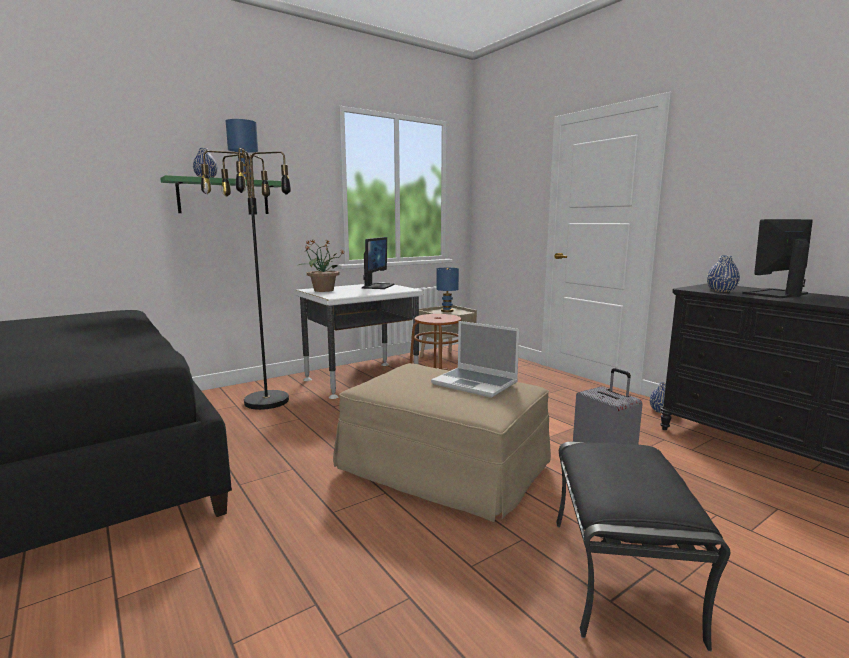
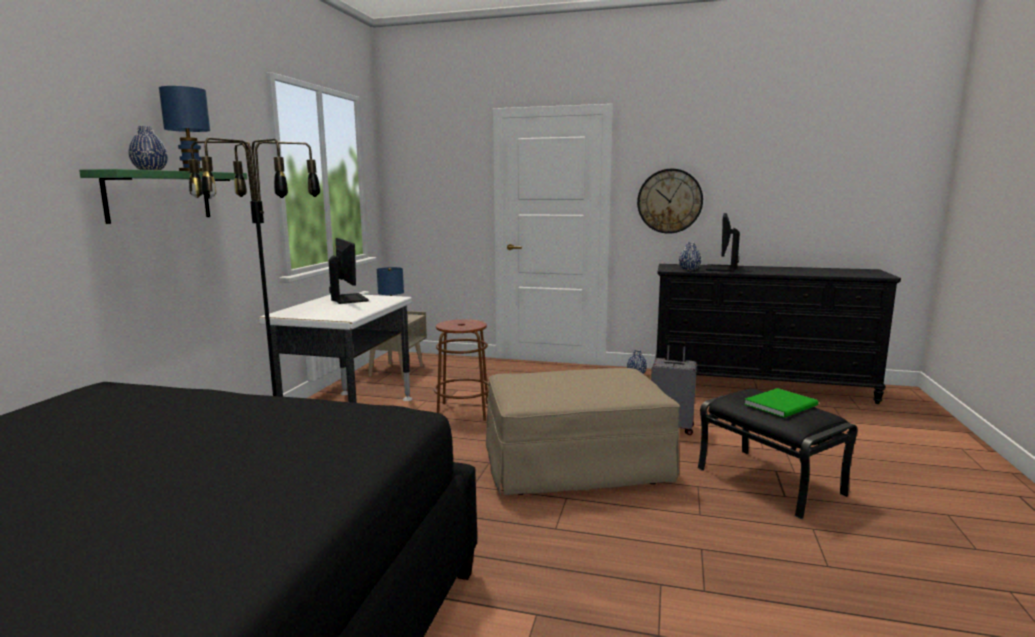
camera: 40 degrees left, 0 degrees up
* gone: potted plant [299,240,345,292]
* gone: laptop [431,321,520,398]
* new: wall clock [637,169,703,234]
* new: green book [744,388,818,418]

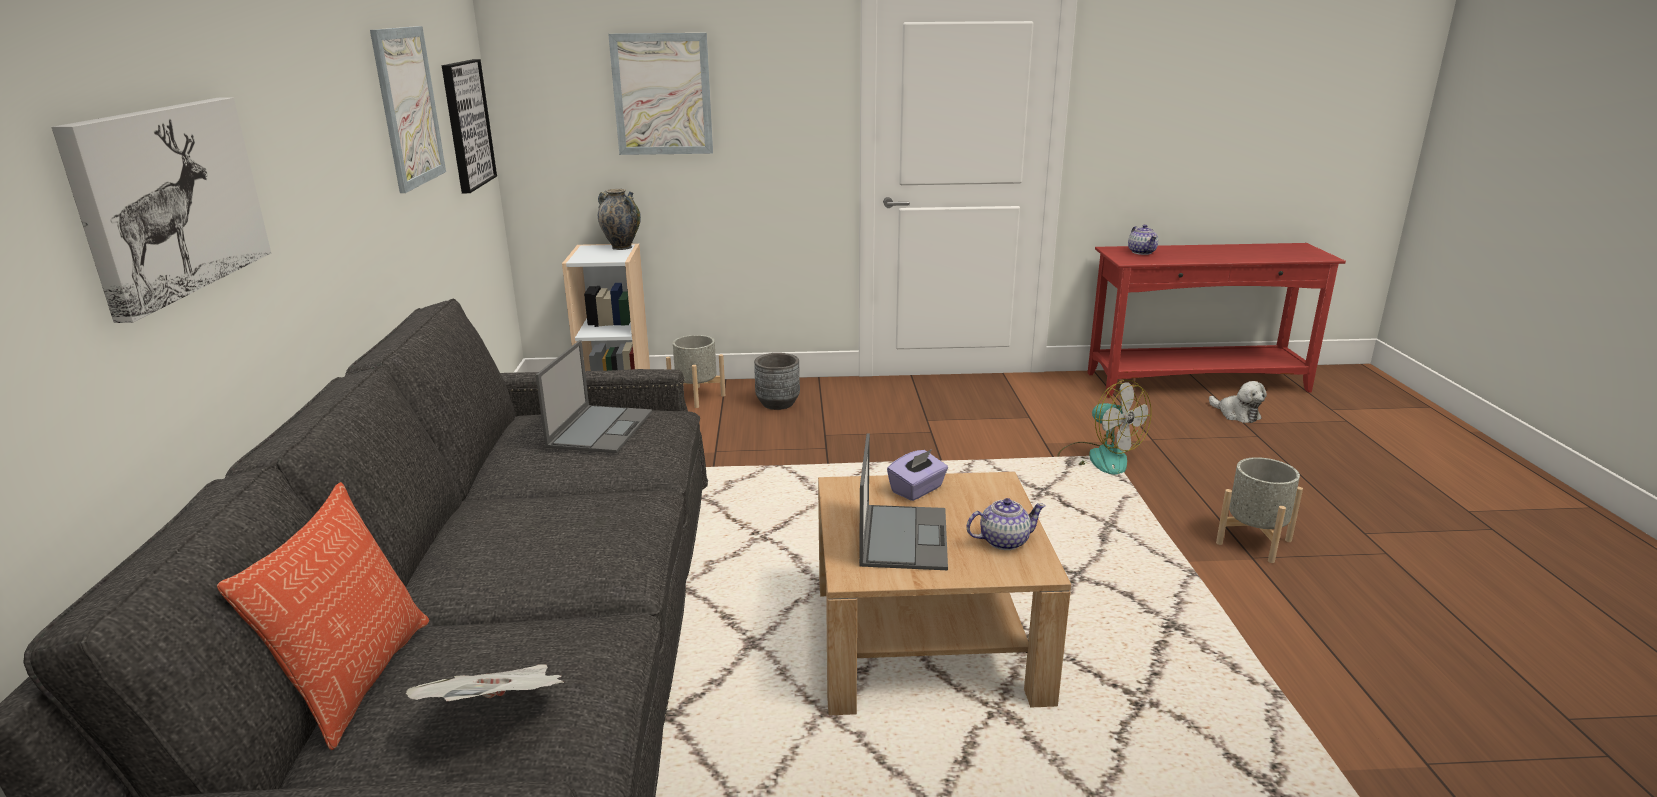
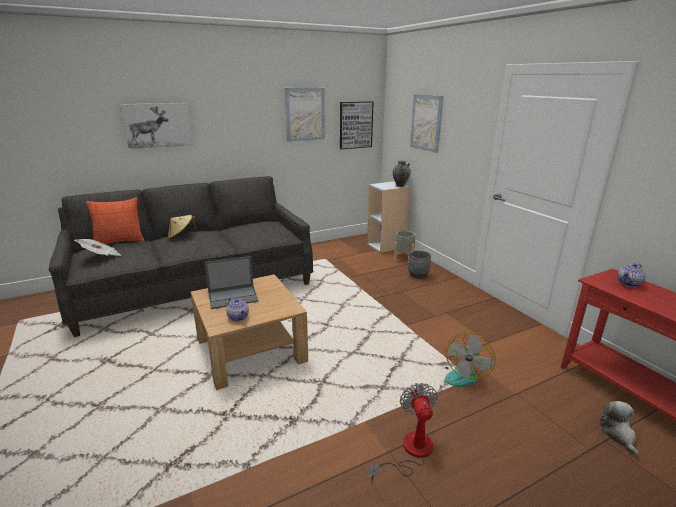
camera: 65 degrees right, 0 degrees up
* gone: laptop [536,340,652,453]
* gone: purple tissue box [887,449,948,501]
* rotated: plush toy [1209,381,1267,423] = [600,401,639,456] 150 degrees clockwise
* swapped: grey planter [1216,457,1303,563] to fan [370,383,438,481]
* new: beige hat [168,215,197,239]

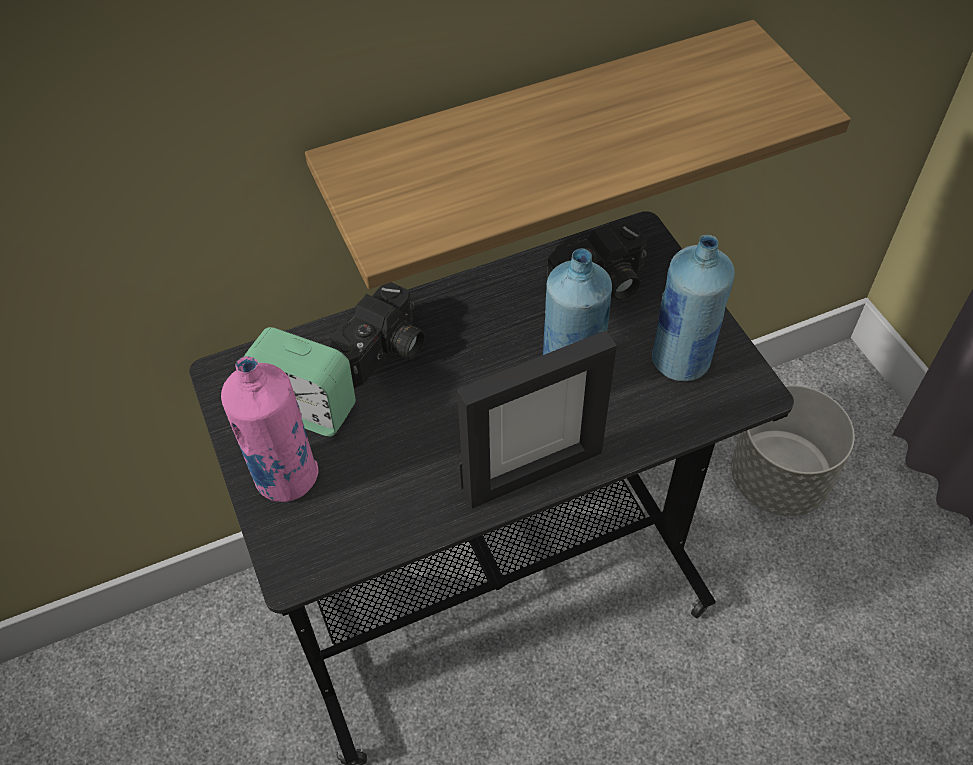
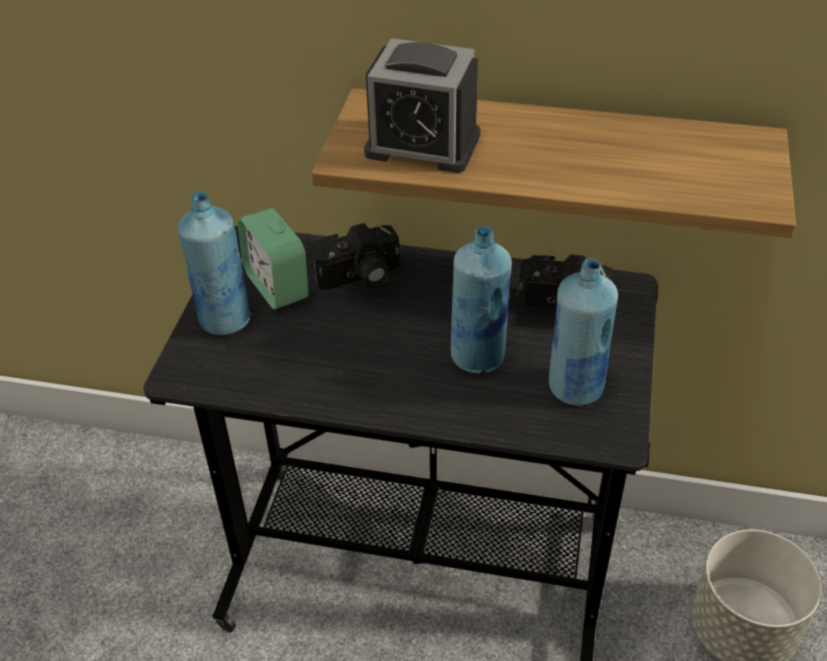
camera: 35 degrees right, 10 degrees down
* repainted: pink bottle [221,356,318,502] to blue bottle [178,191,251,335]
* gone: picture frame [457,331,617,509]
* new: alarm clock [364,38,480,173]

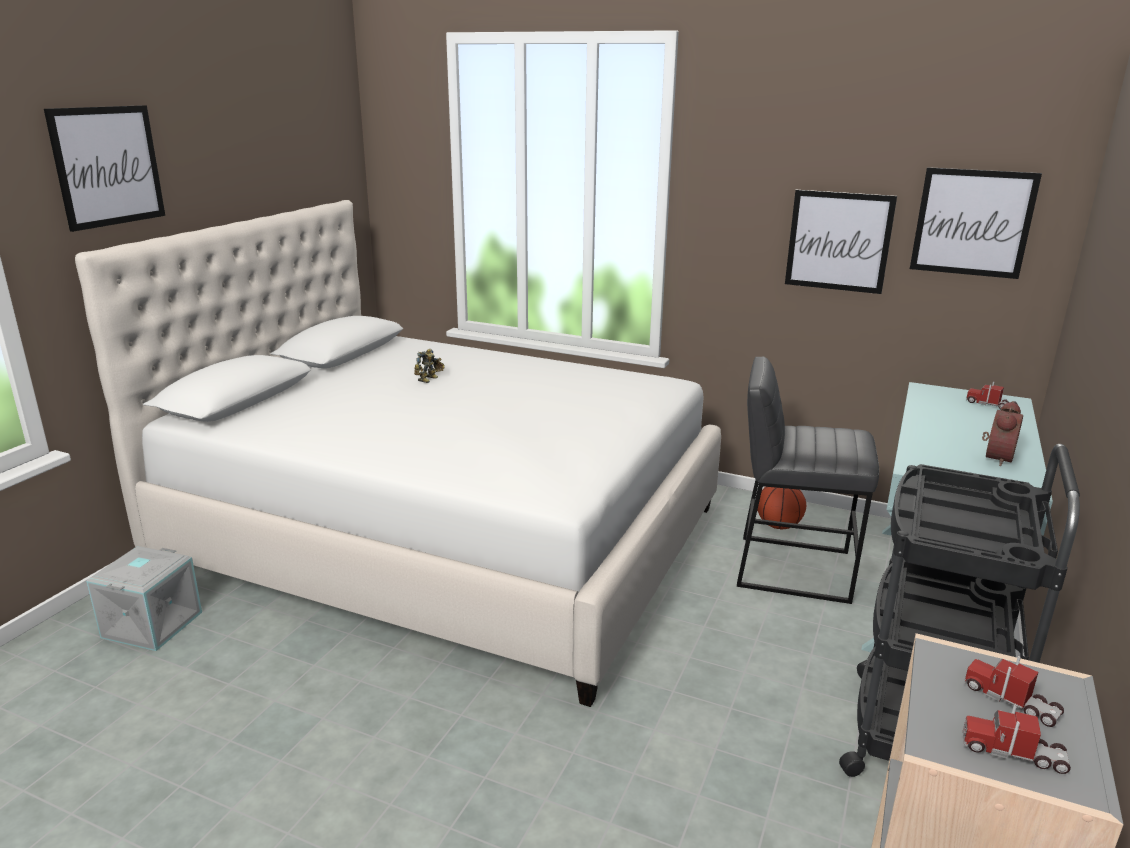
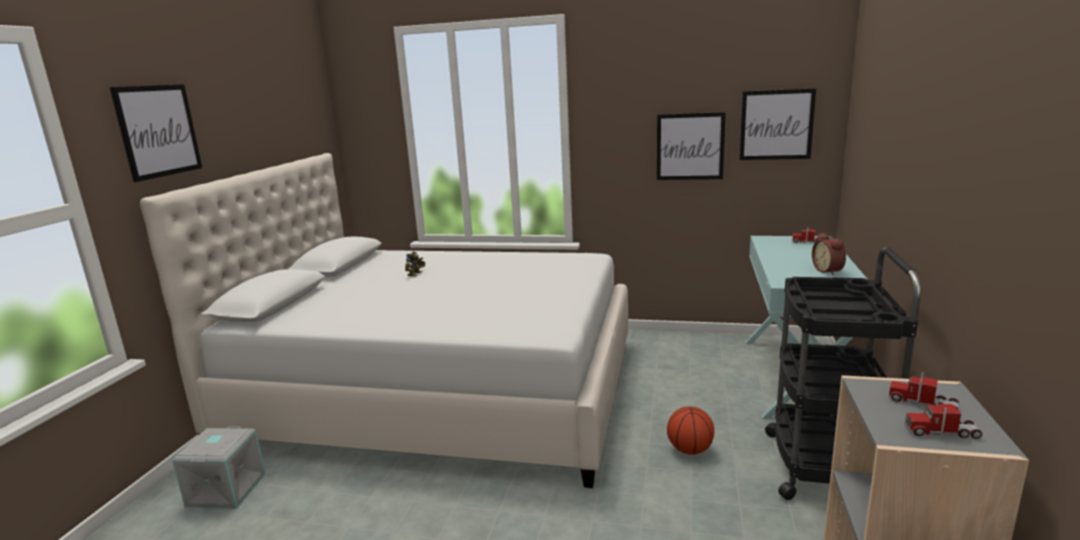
camera: 10 degrees left, 5 degrees down
* gone: grey stool [737,357,879,604]
* shifted: basketball [757,487,806,529] to [667,406,714,455]
* rotated: alarm clock [982,401,1023,466] = [812,233,846,275] 150 degrees clockwise

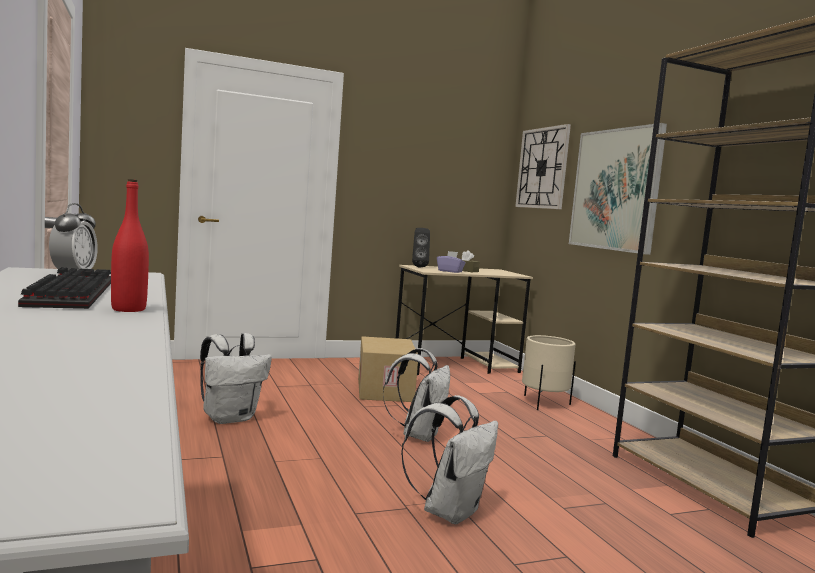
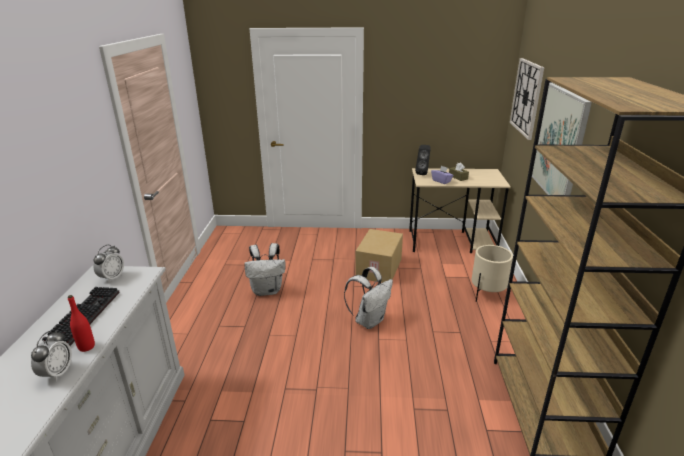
camera: 25 degrees right, 20 degrees up
* gone: white backpack [401,395,498,524]
* new: alarm clock [31,331,72,381]

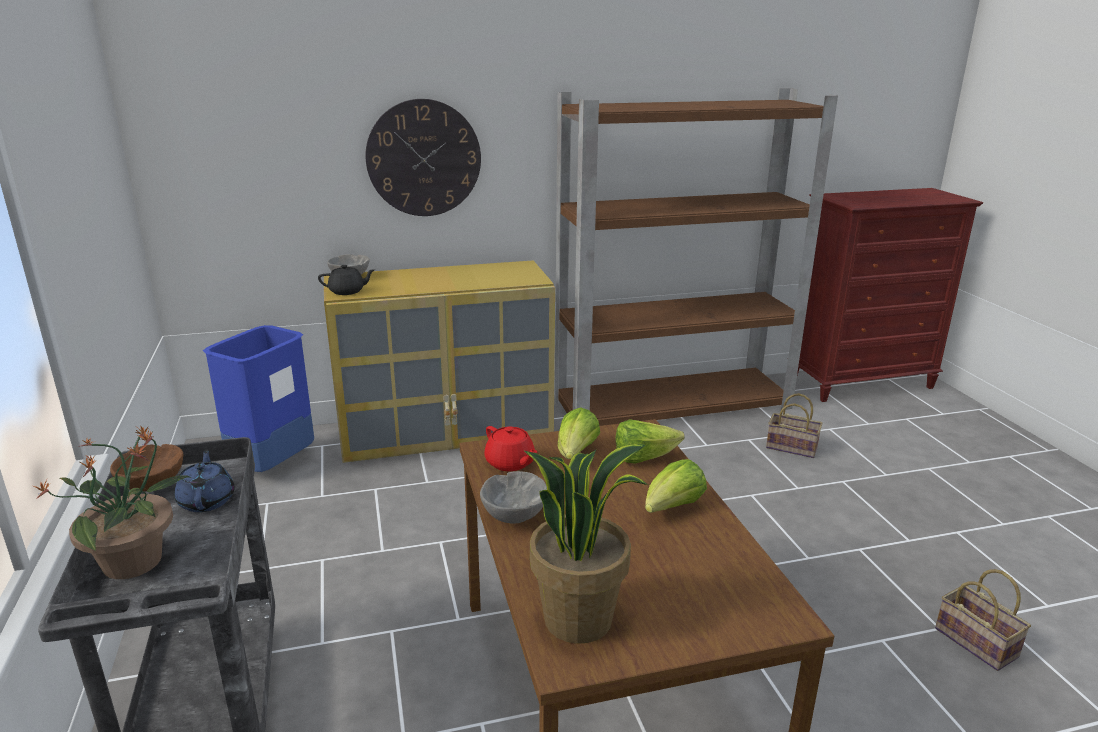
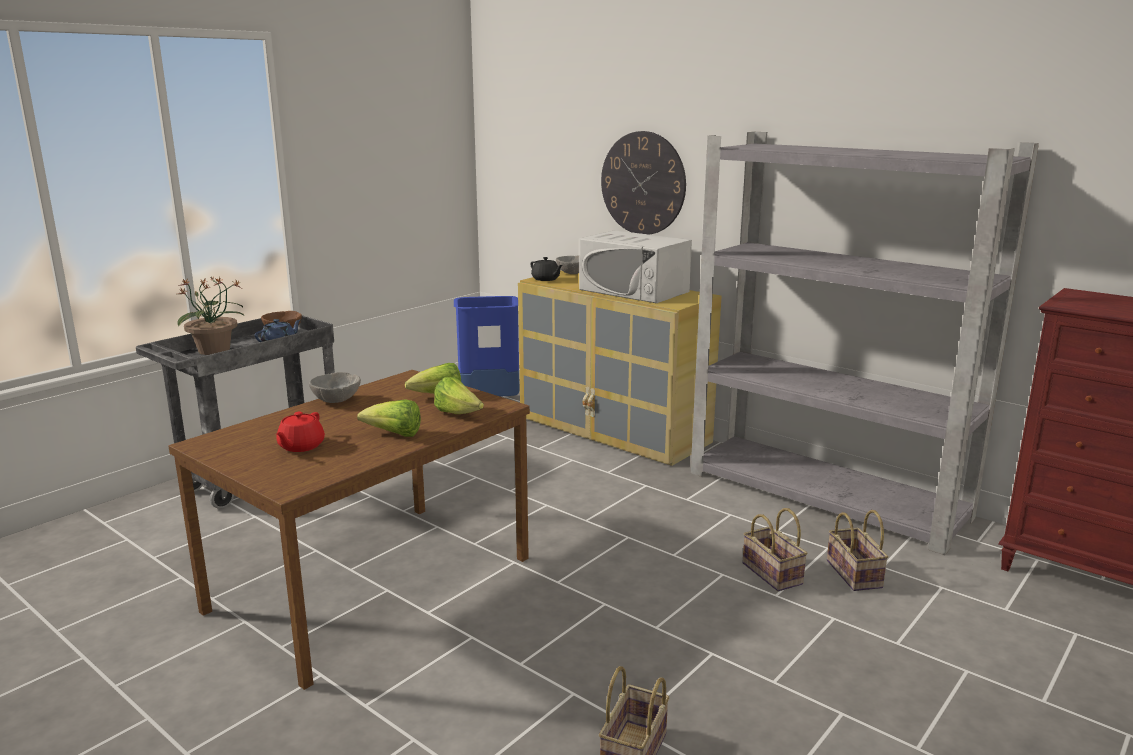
camera: 55 degrees right, 5 degrees down
* shifted: red teapot [484,426,537,471] to [276,412,325,452]
* gone: potted plant [525,444,648,644]
* repainted: brown bookcase [555,88,838,426] to grey bookcase [691,132,1039,555]
* new: white microwave [579,230,692,303]
* new: basket [742,508,808,591]

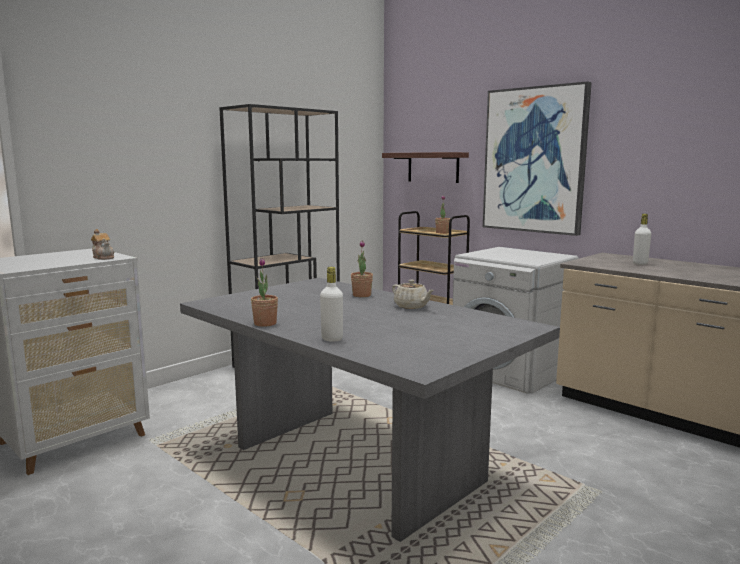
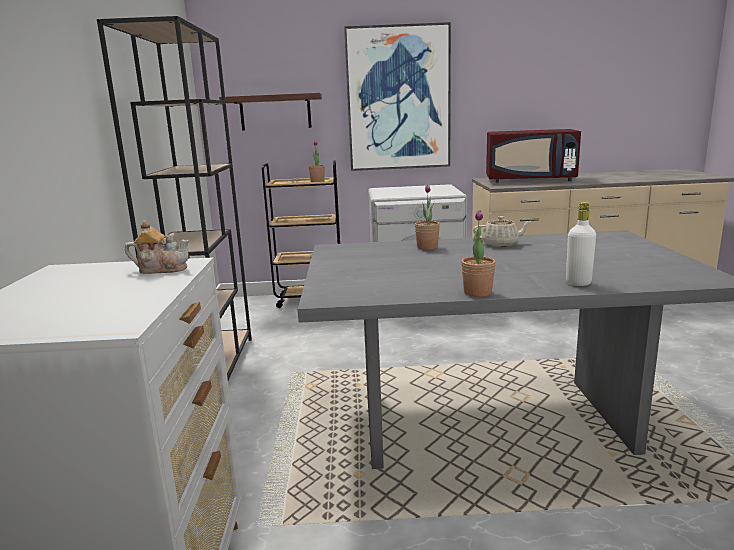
camera: 45 degrees left, 5 degrees up
* swapped: white bottle [633,214,651,265] to red microwave [486,129,581,183]

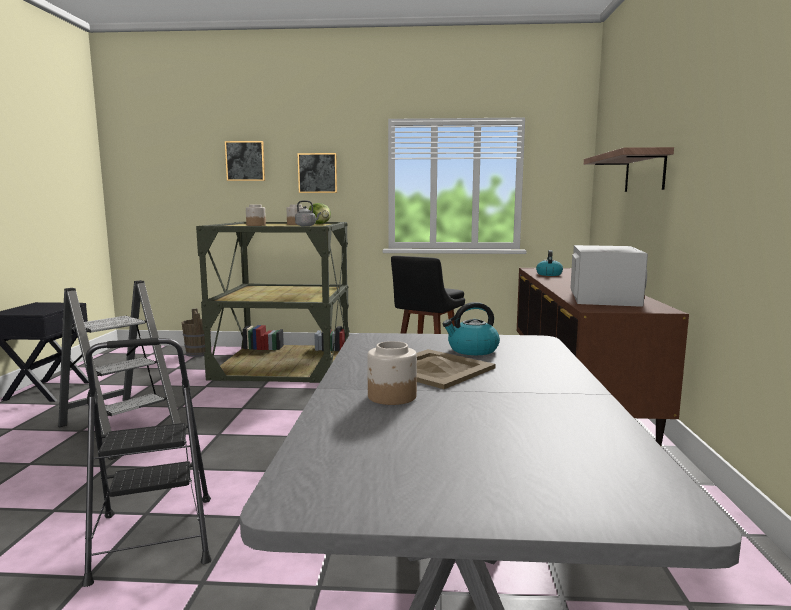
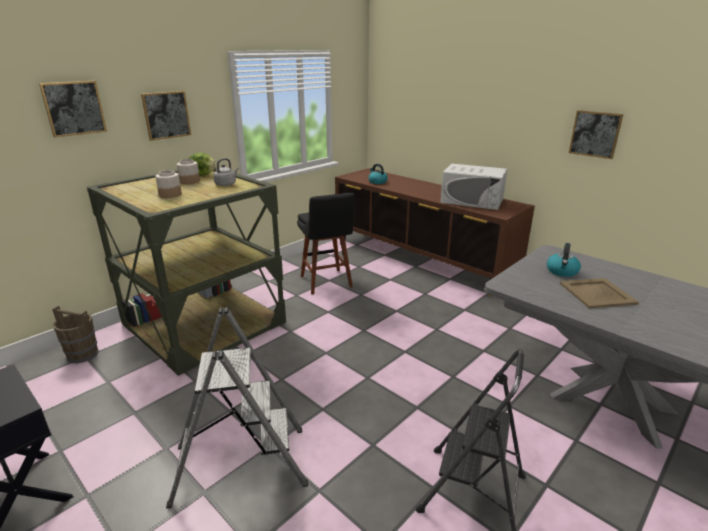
camera: 50 degrees left, 15 degrees up
* gone: jar [367,341,417,405]
* rotated: white microwave [570,245,648,307] = [440,164,507,210] 150 degrees clockwise
* gone: shelf [584,147,674,192]
* new: picture [569,110,623,159]

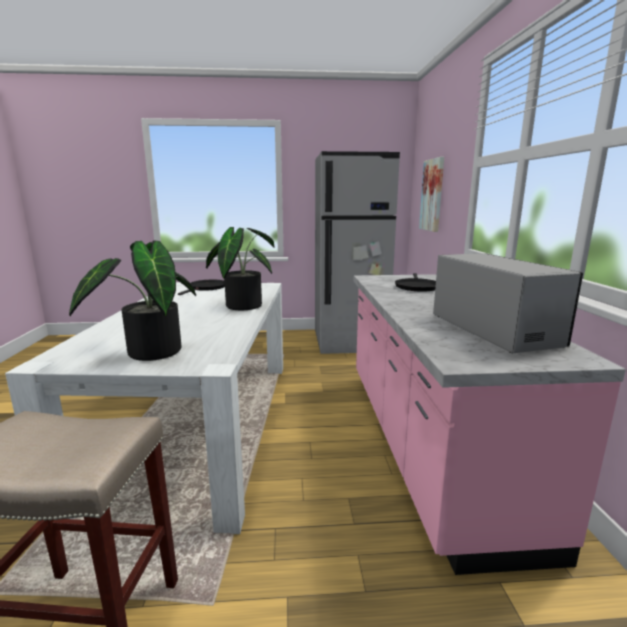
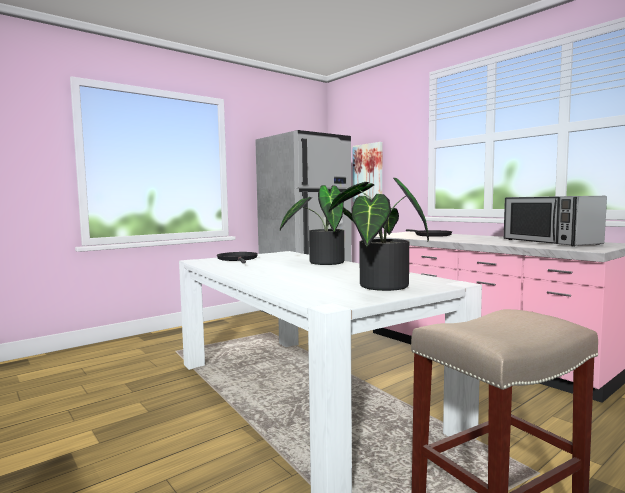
camera: 35 degrees left, 10 degrees down
* rotated: microwave [433,253,583,353] = [504,196,607,246] 150 degrees counterclockwise

